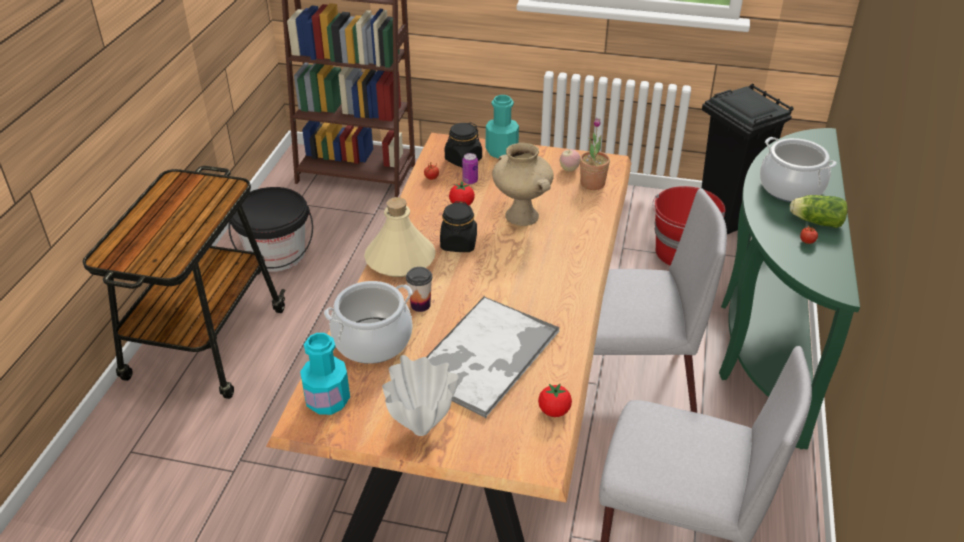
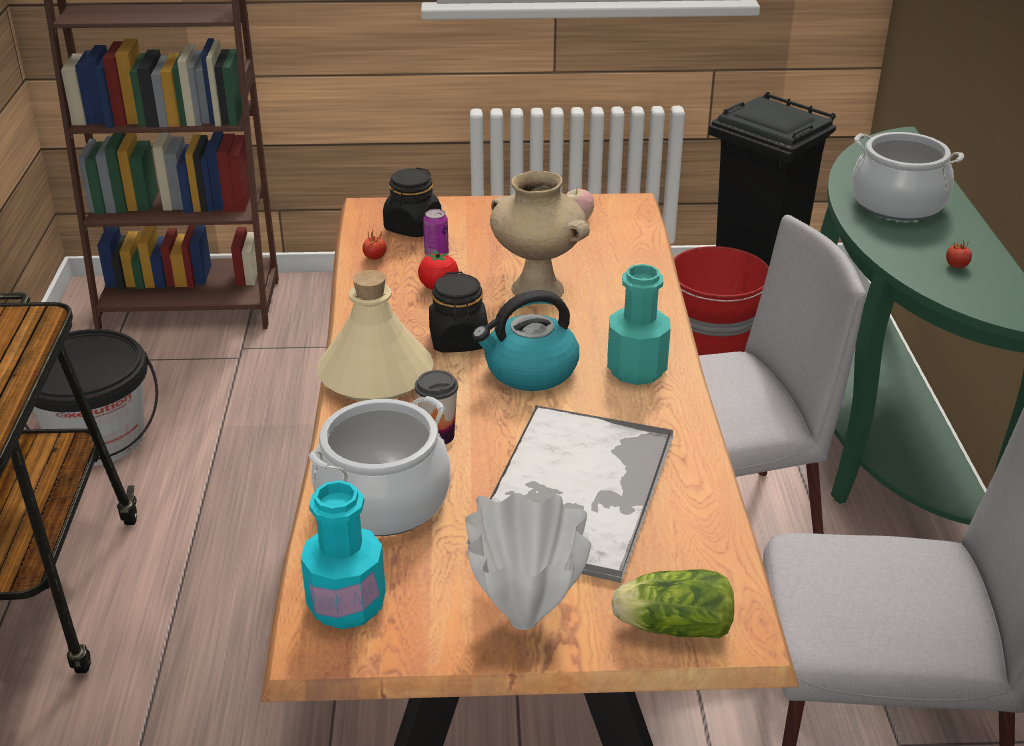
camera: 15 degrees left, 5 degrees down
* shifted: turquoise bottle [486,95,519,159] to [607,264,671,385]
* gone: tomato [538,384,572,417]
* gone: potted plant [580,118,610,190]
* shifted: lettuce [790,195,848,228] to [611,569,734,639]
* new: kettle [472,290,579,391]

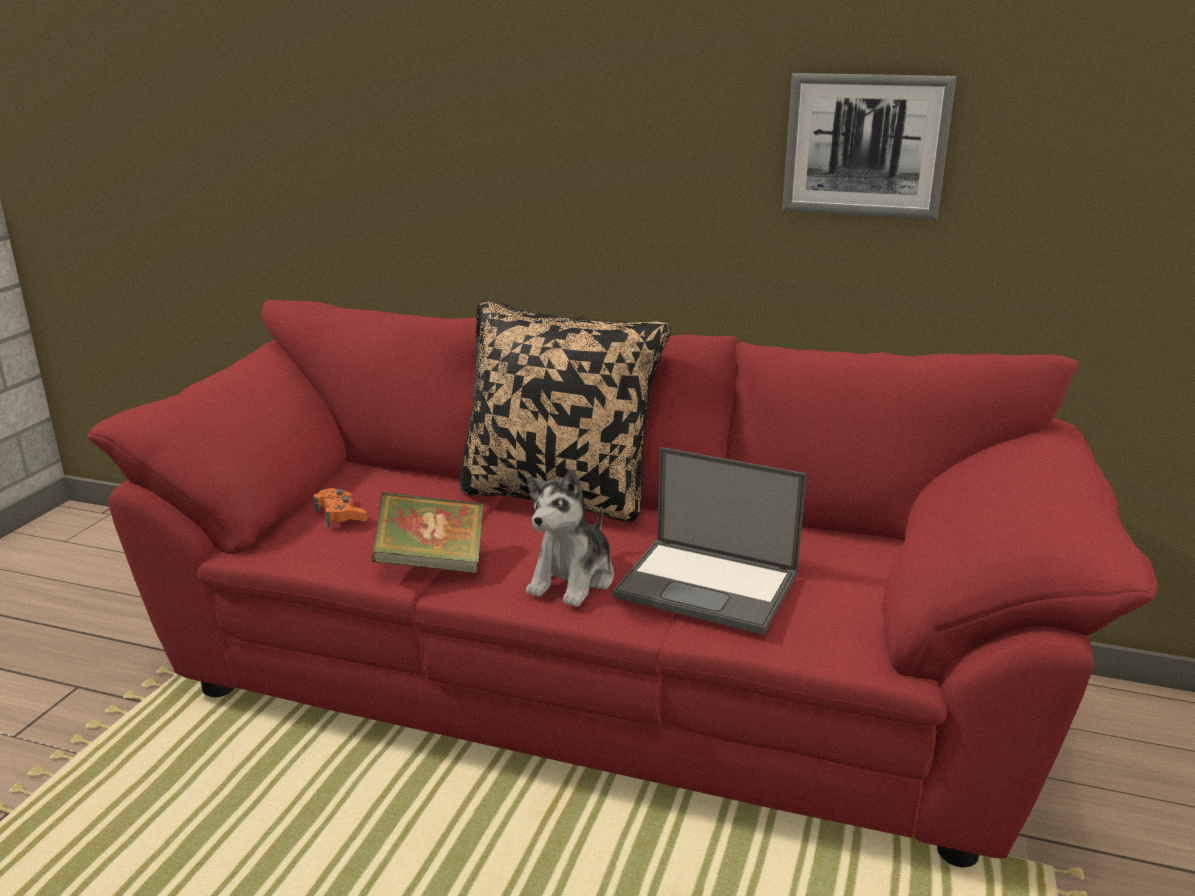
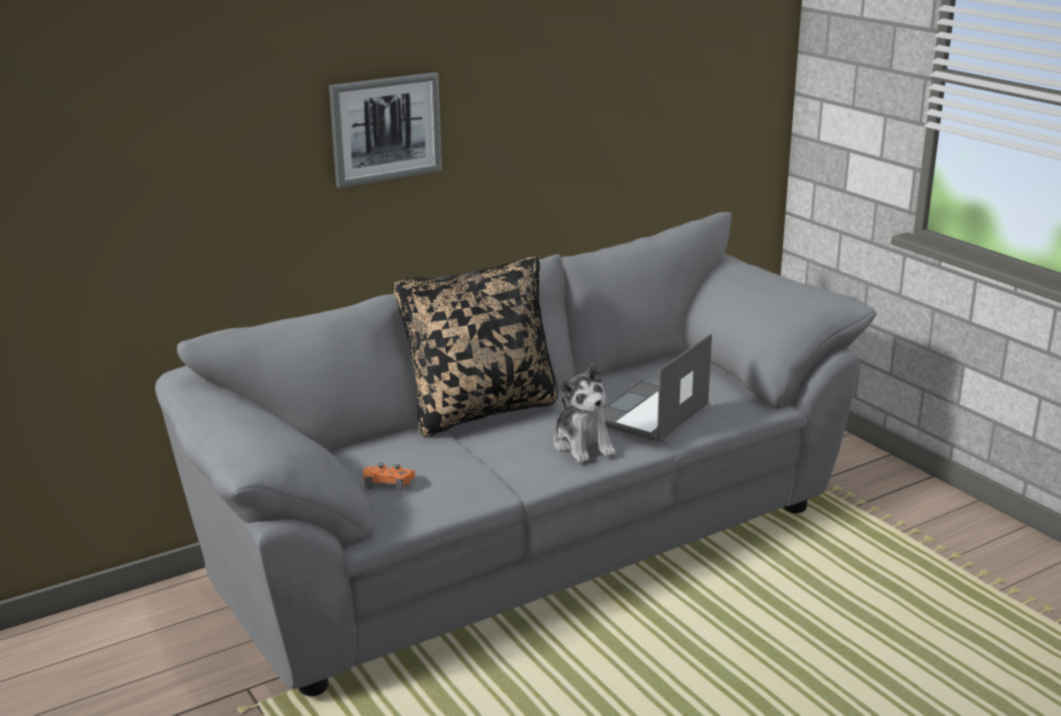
camera: 50 degrees left, 0 degrees up
* repainted: red sofa [87,300,1158,867] to grey sofa [155,212,877,696]
* gone: book [372,492,483,573]
* rotated: laptop [613,447,807,635] = [603,334,712,442] 150 degrees clockwise
* shifted: picture [782,73,956,220] to [329,72,442,188]

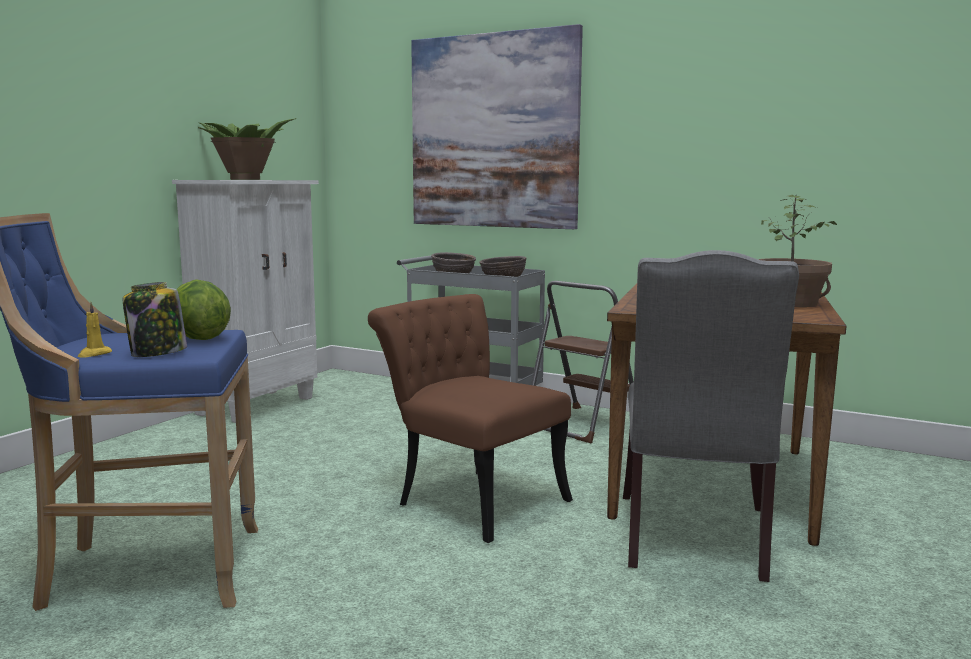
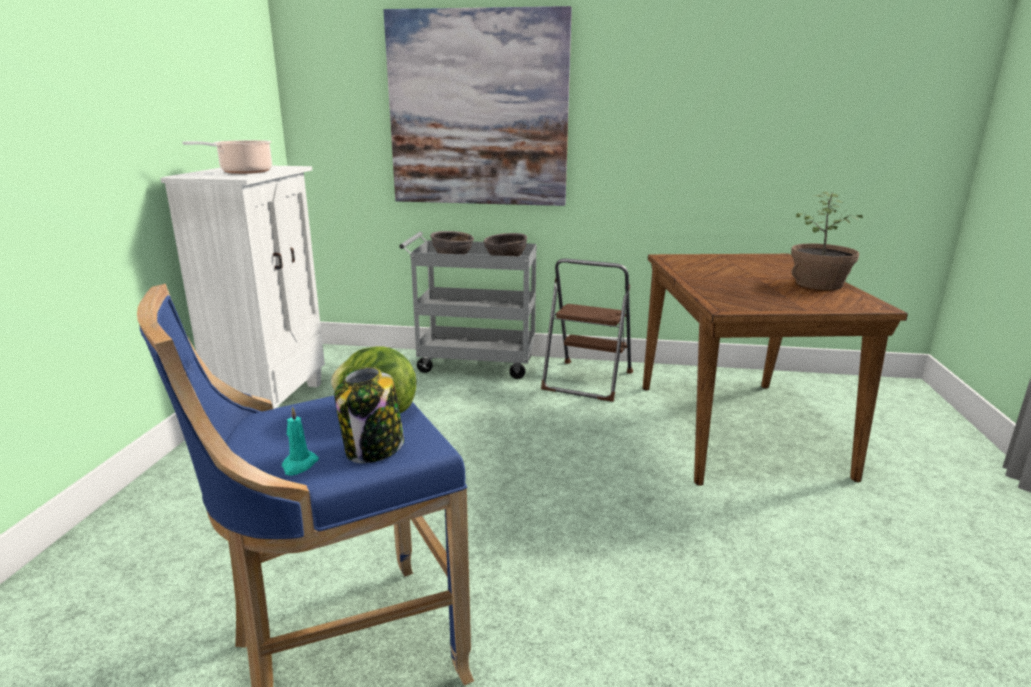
camera: 20 degrees left, 10 degrees up
* repainted: yellow candle [77,302,112,358] to turquoise candle [282,406,319,476]
* swapped: potted plant [198,118,297,180] to cooking pot [182,140,272,174]
* gone: brown chair [368,294,573,543]
* gone: grey chair [623,250,799,582]

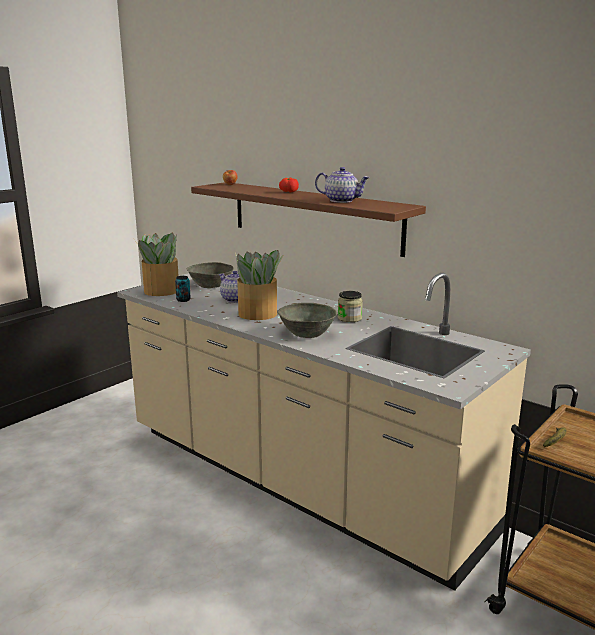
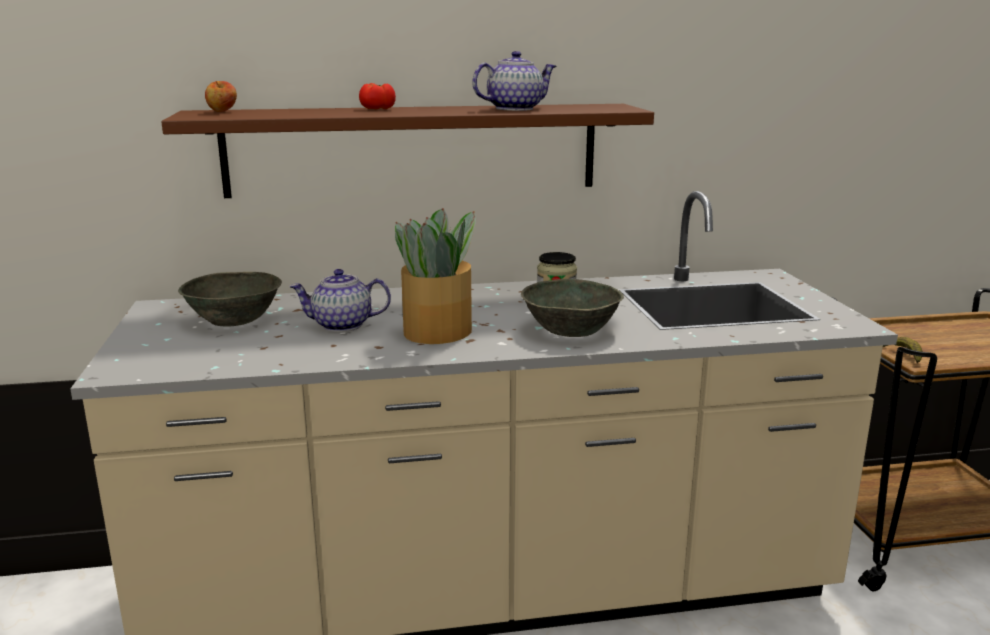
camera: 50 degrees left, 0 degrees up
* gone: potted plant [135,232,179,296]
* gone: can [175,276,191,302]

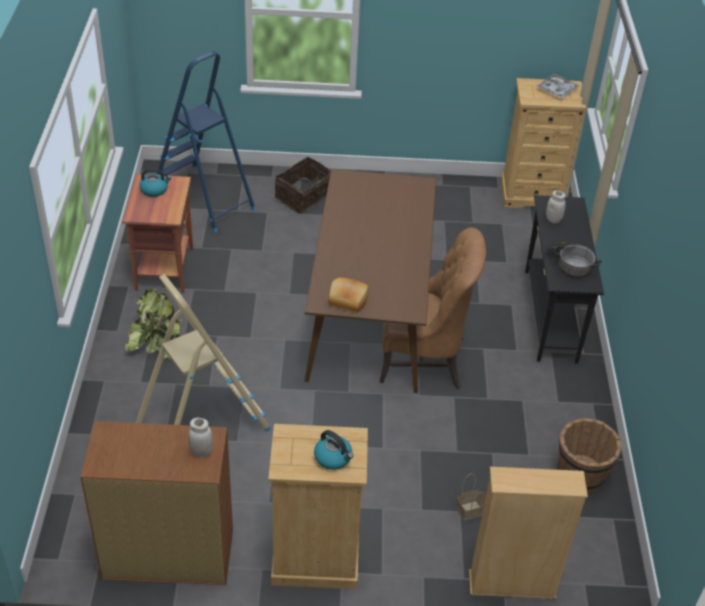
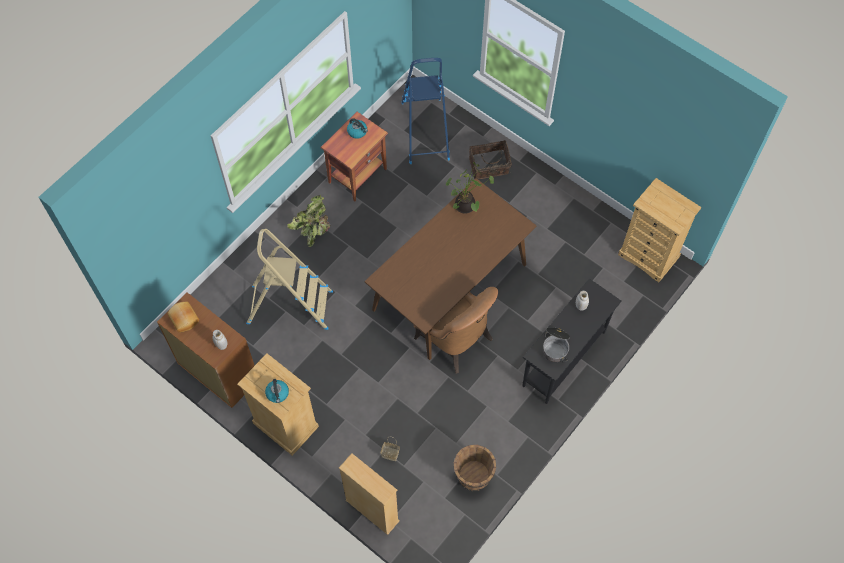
camera: 40 degrees right, 20 degrees up
* shifted: bread [328,277,369,313] to [167,302,199,333]
* gone: tray [536,74,579,98]
* new: potted plant [446,162,494,214]

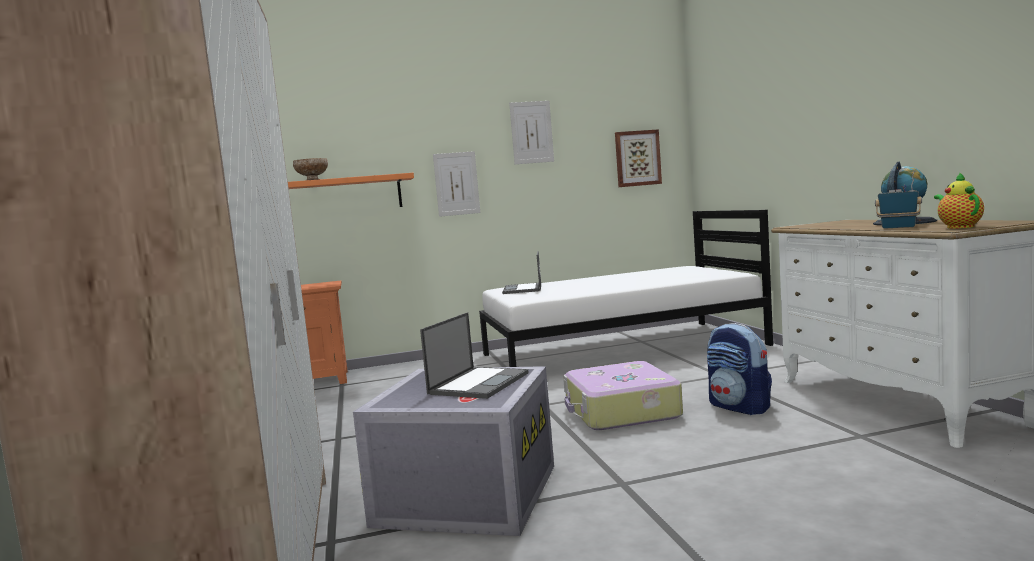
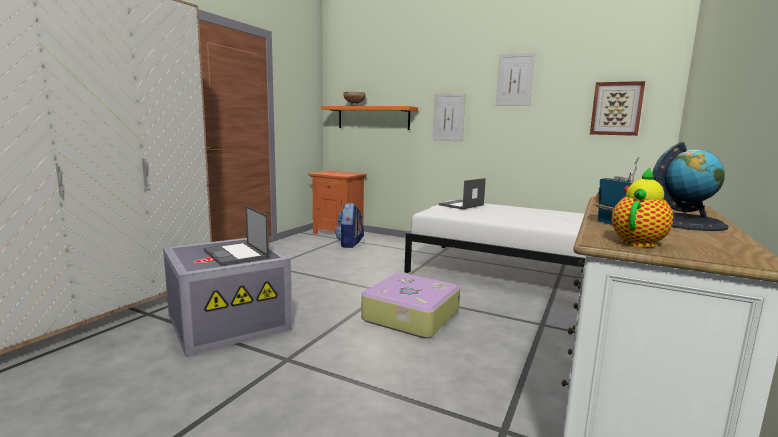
camera: 40 degrees right, 5 degrees up
* rotated: laptop [420,312,529,399] = [204,206,269,266] 75 degrees clockwise
* shifted: backpack [707,323,772,415] to [335,203,364,248]

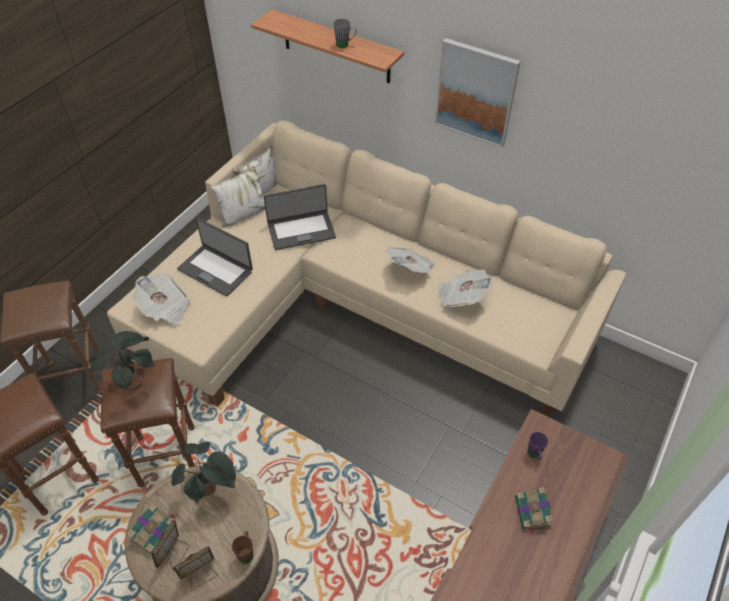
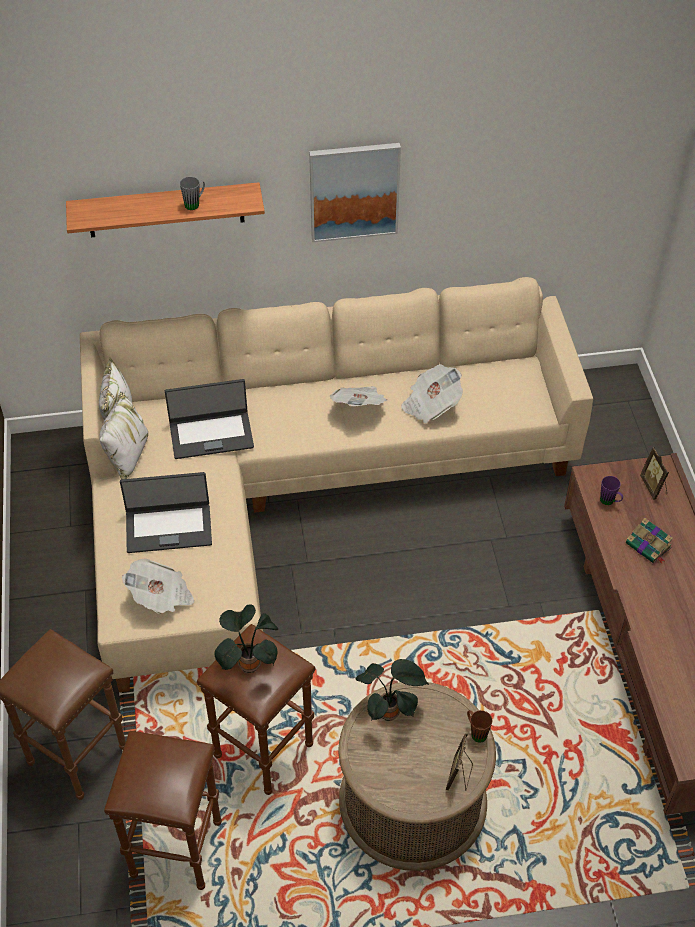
camera: 40 degrees left, 0 degrees up
* gone: book [127,503,176,554]
* shifted: picture frame [151,520,190,571] to [640,447,669,500]
* rotated: laptop [264,184,336,250] = [165,379,254,459] 45 degrees clockwise

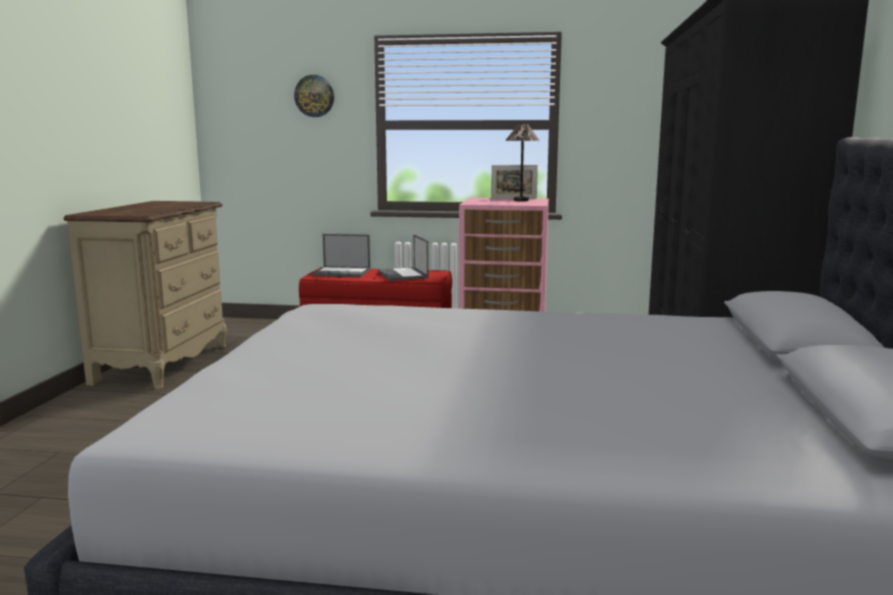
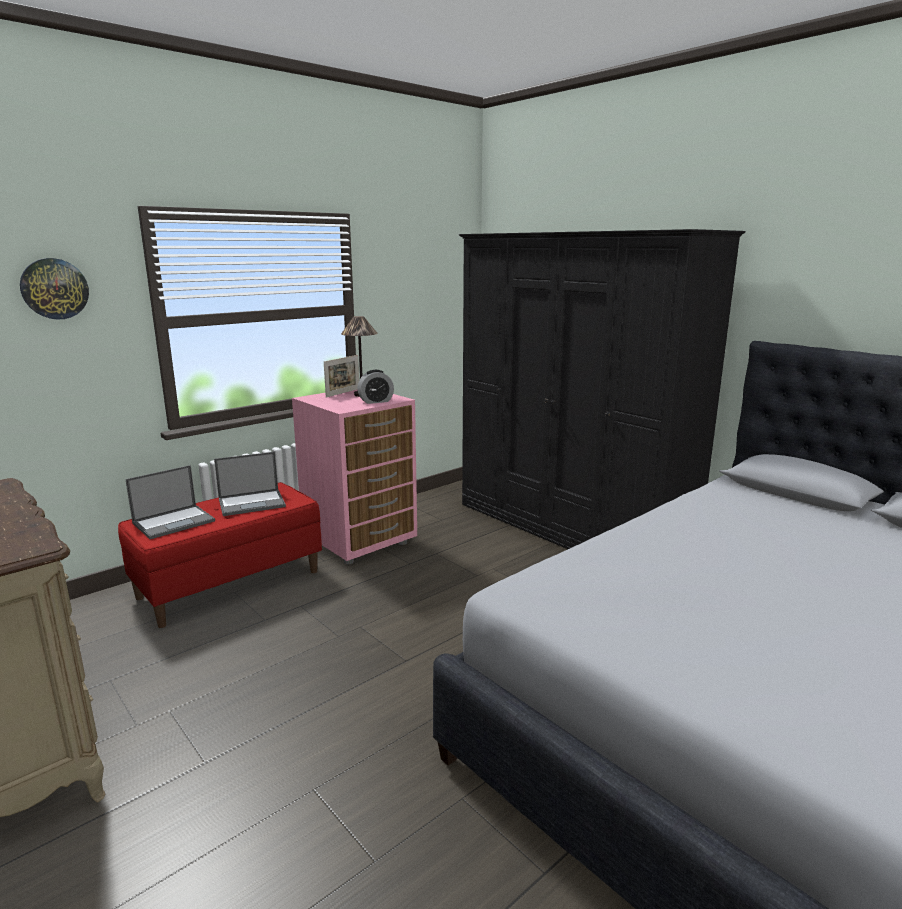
camera: 50 degrees left, 5 degrees up
* rotated: laptop [378,234,429,281] = [214,452,286,516] 45 degrees counterclockwise
* new: alarm clock [357,370,394,404]

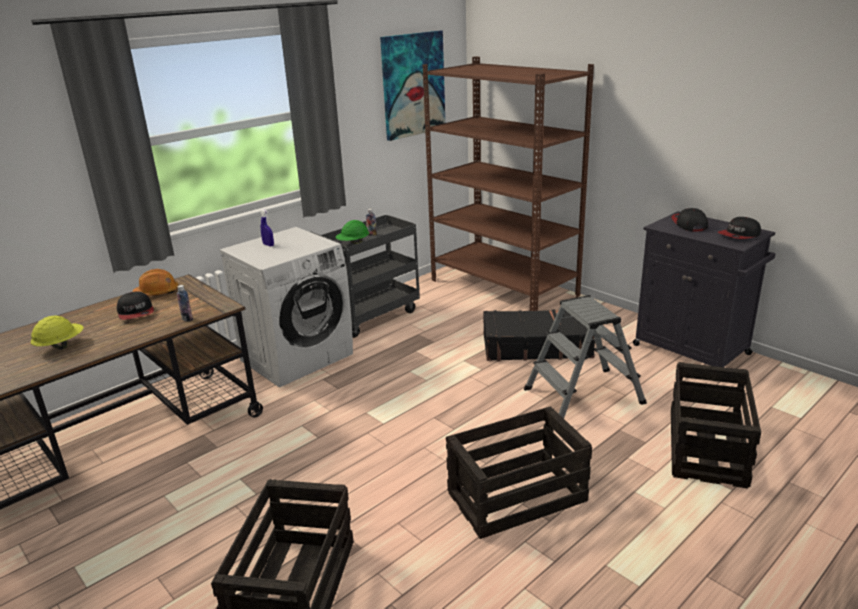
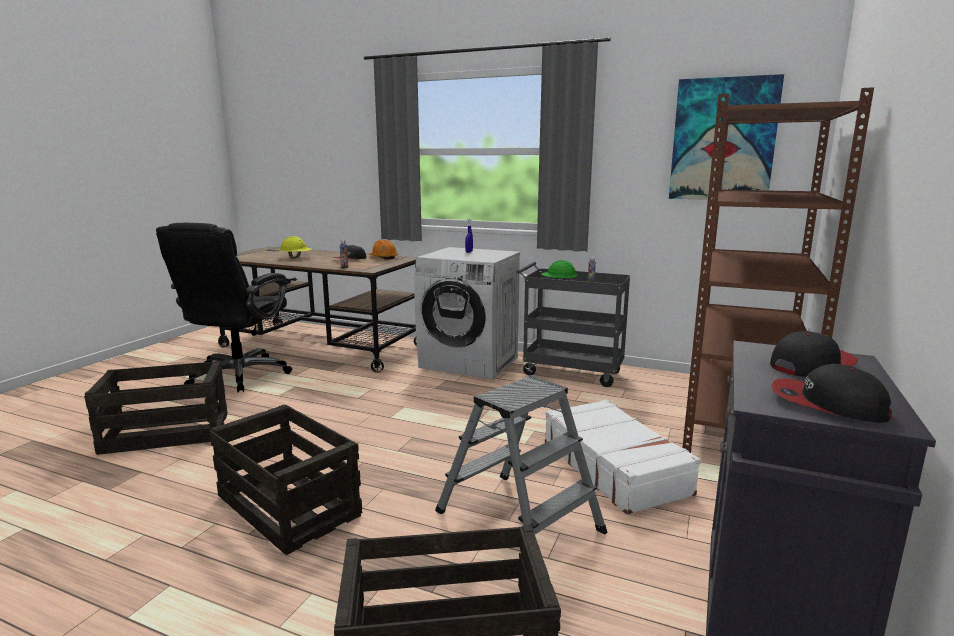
camera: 65 degrees right, 10 degrees down
* repainted: black suitcase [483,309,595,361] to white suitcase [545,400,701,515]
* new: black office chair [156,222,292,392]

